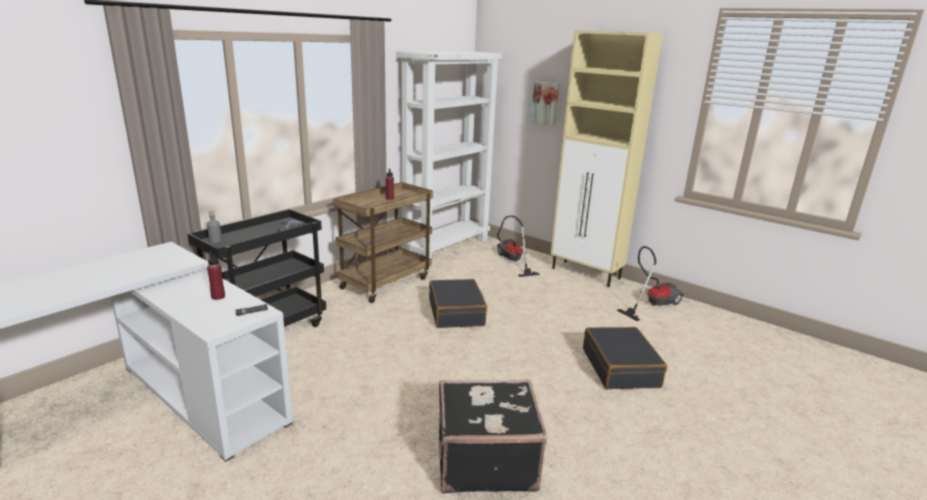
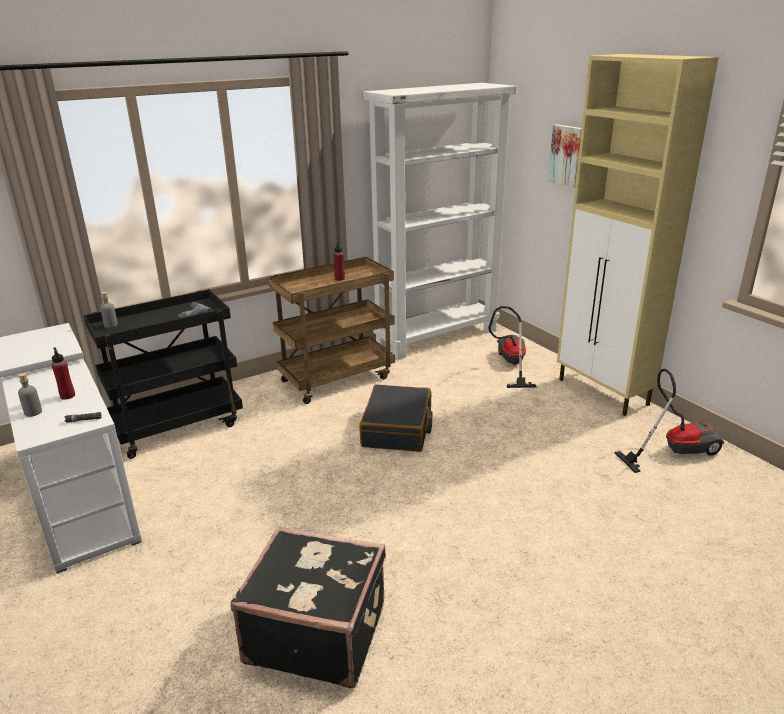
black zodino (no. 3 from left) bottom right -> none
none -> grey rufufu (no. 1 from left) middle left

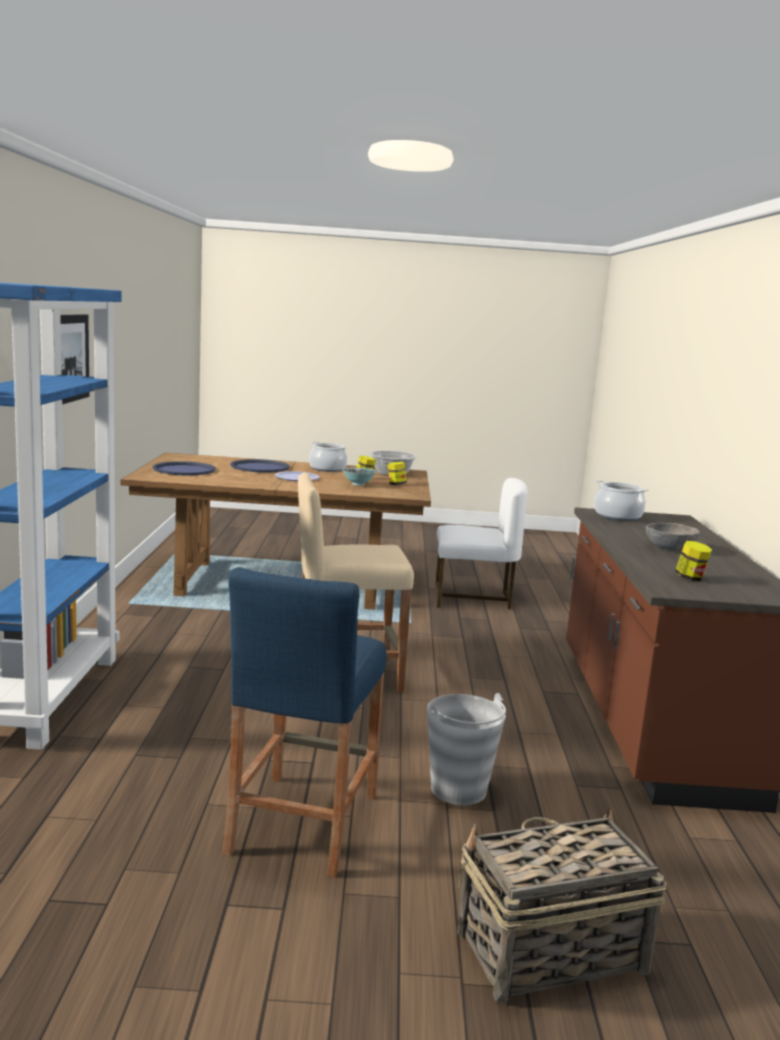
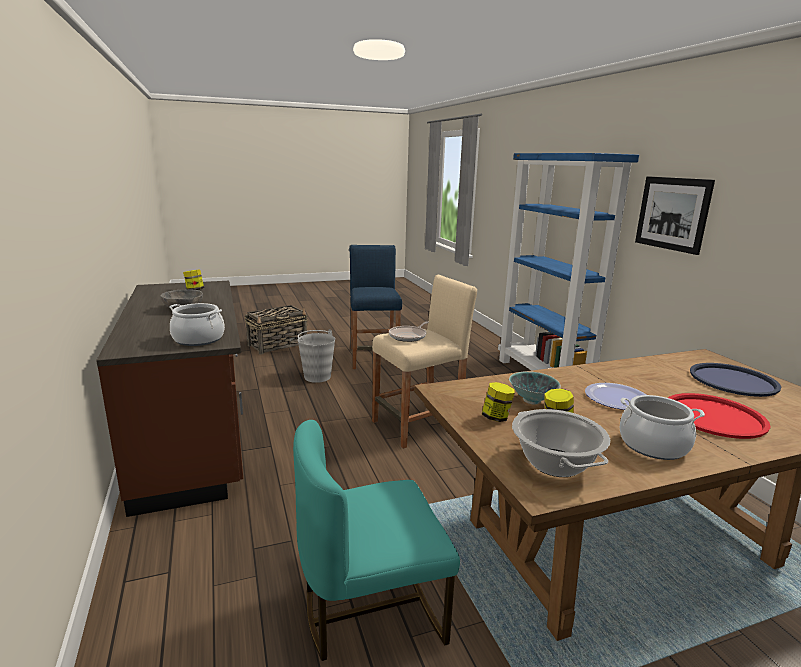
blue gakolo (no. 2 from left) centre -> red gakolo middle right
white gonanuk centre -> turquoise gonanuk bottom centre
none -> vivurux centre

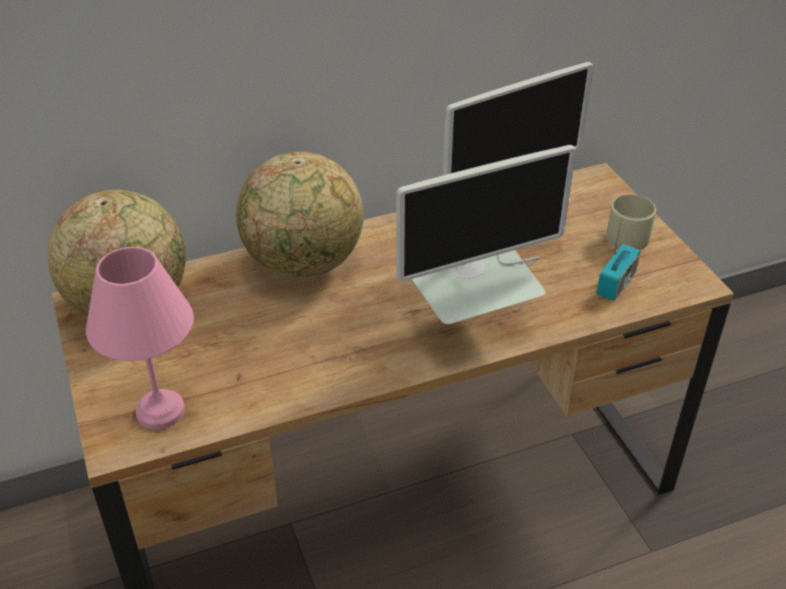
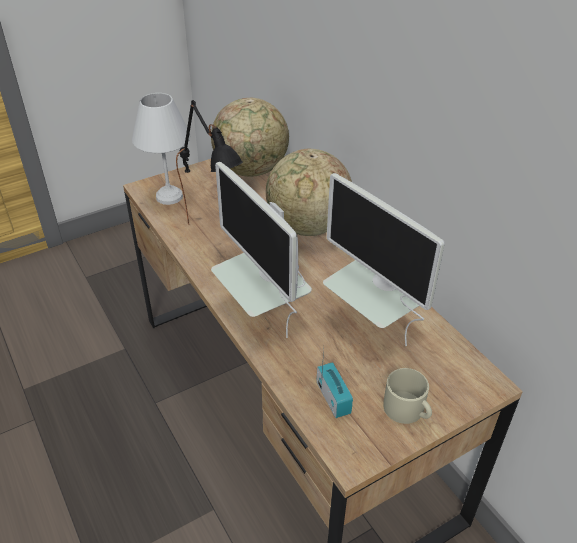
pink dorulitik middle left -> white dorulitik top left
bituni middle right -> bituni bottom centre, 135 degrees counterclockwise
none -> black dorulitik top centre

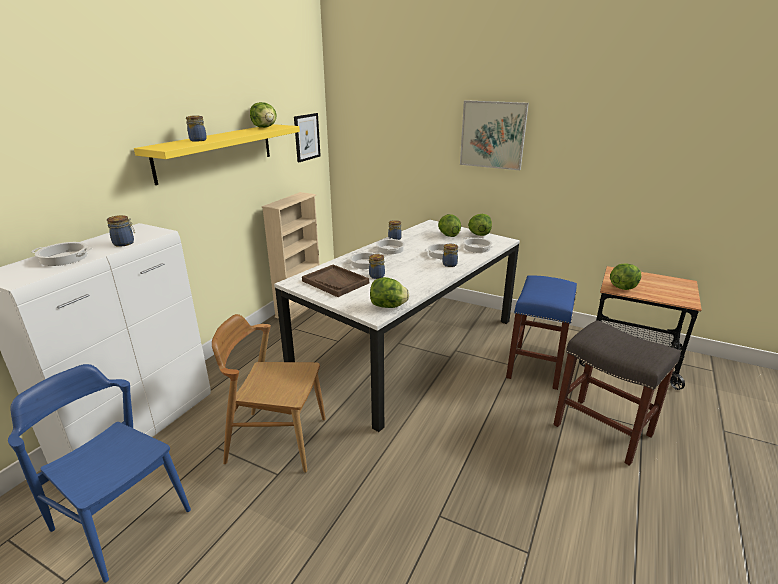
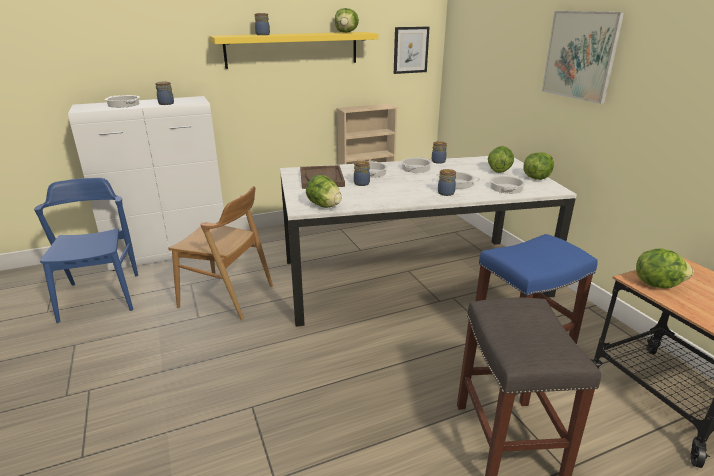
brown gonanuk bottom centre -> brown gonanuk middle left, 150 degrees clockwise

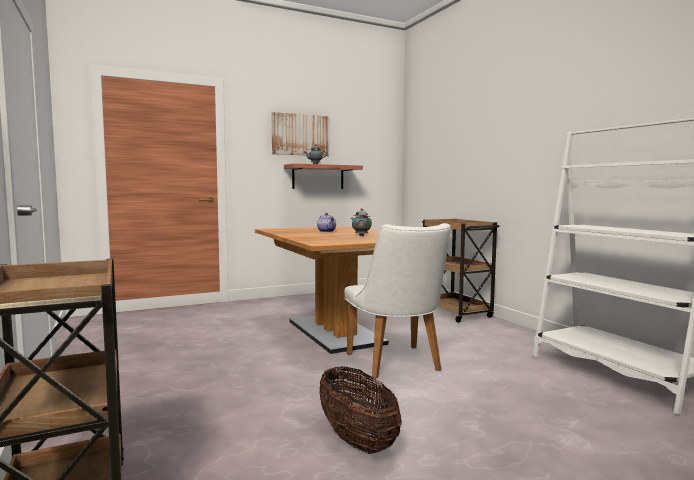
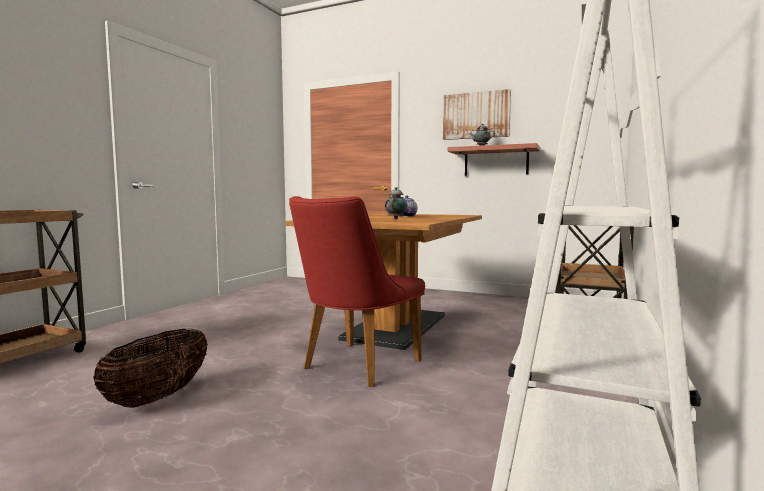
white gonanuk centre -> red gonanuk centre

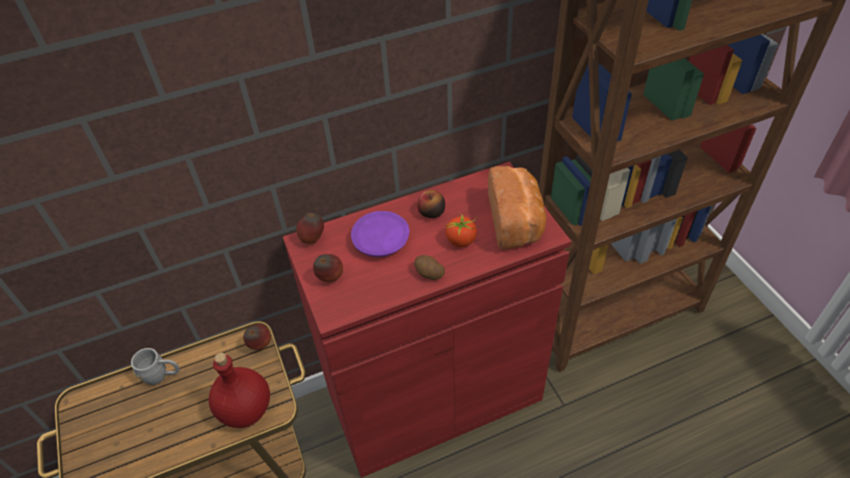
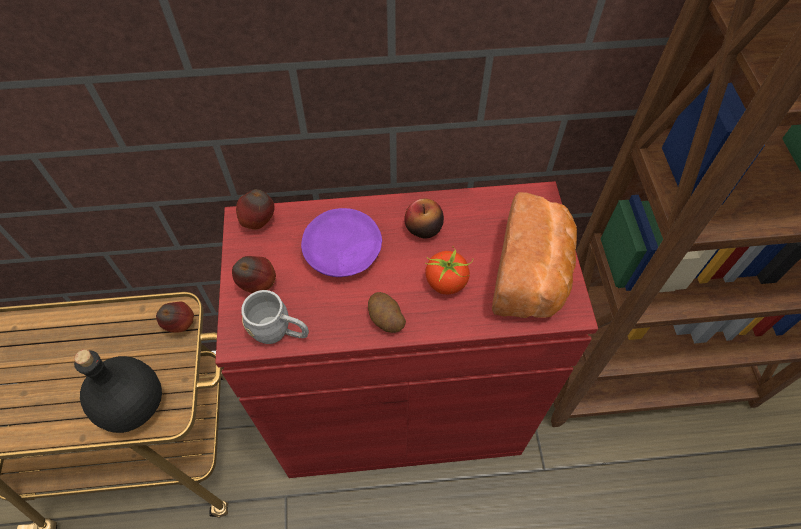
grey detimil bottom left -> grey detimil centre, relocated
red rufufu bottom left -> black rufufu bottom left

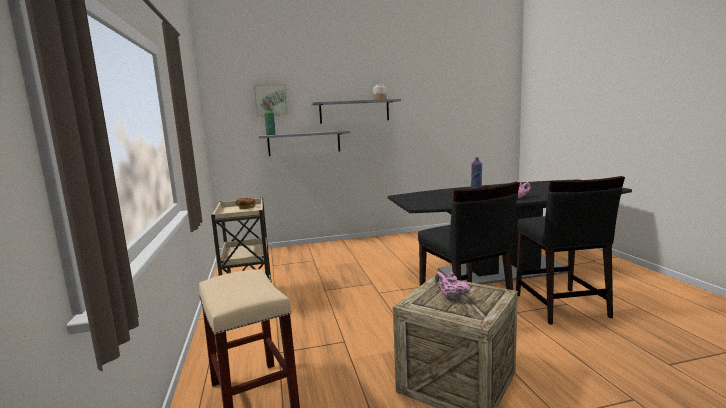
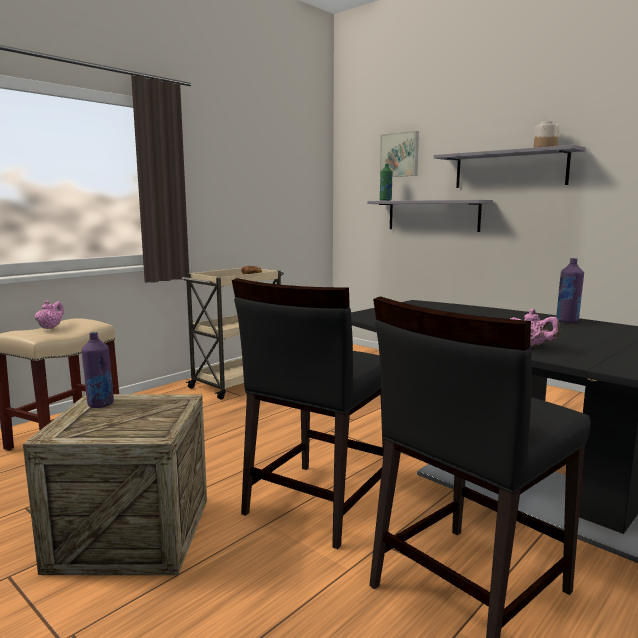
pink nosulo (no. 1 from left) bottom centre -> pink nosulo (no. 1 from left) middle left, relocated
none -> purple rufufu (no. 1 from left) middle left

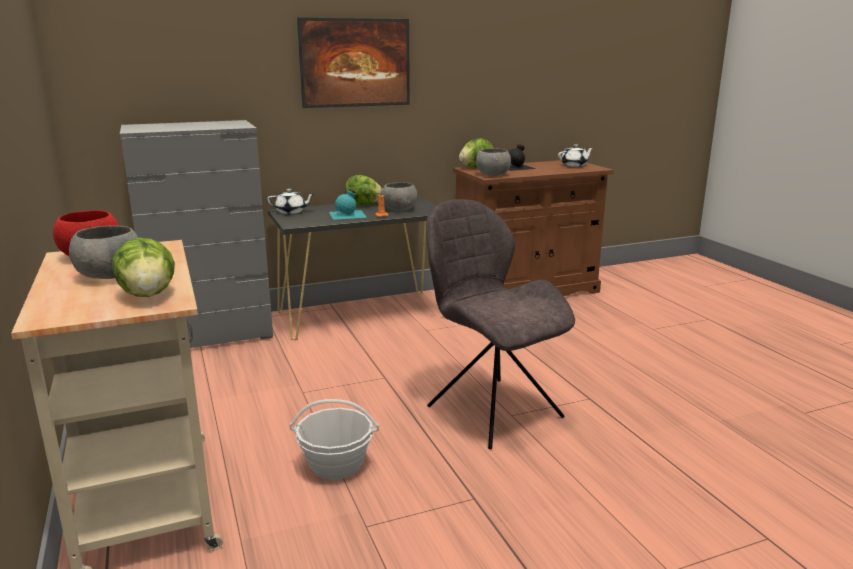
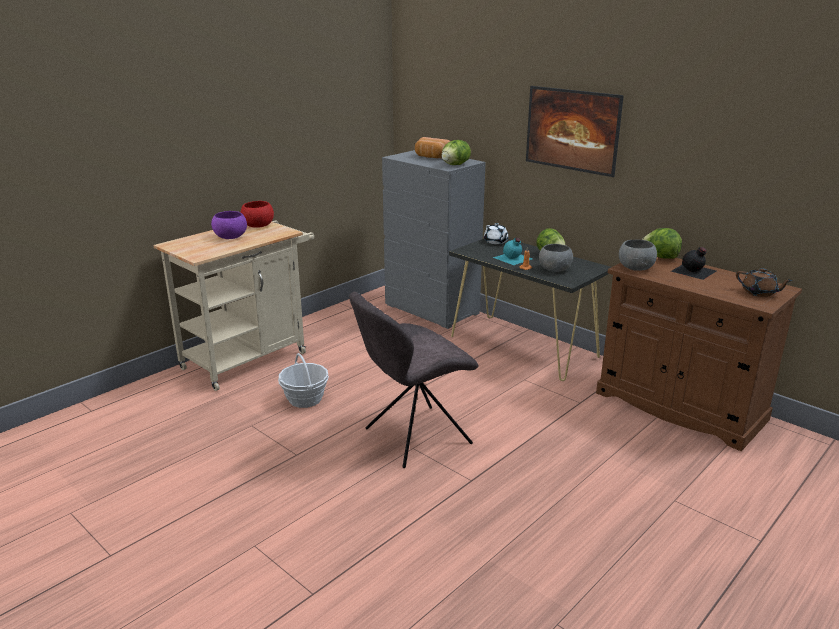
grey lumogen (no. 1 from left) middle left -> purple lumogen middle left
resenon (no. 1 from left) middle left -> resenon (no. 1 from left) top centre, relocated
grey gonanuk centre, 150 degrees counterclockwise
white nosulo (no. 2 from left) top right -> brown nosulo middle right
none -> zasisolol top centre

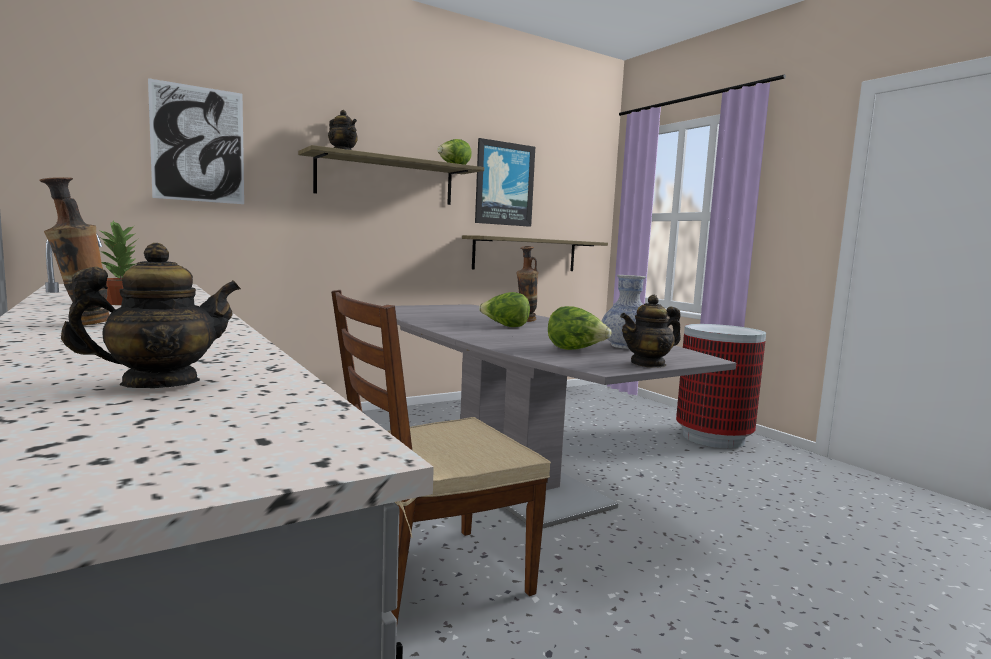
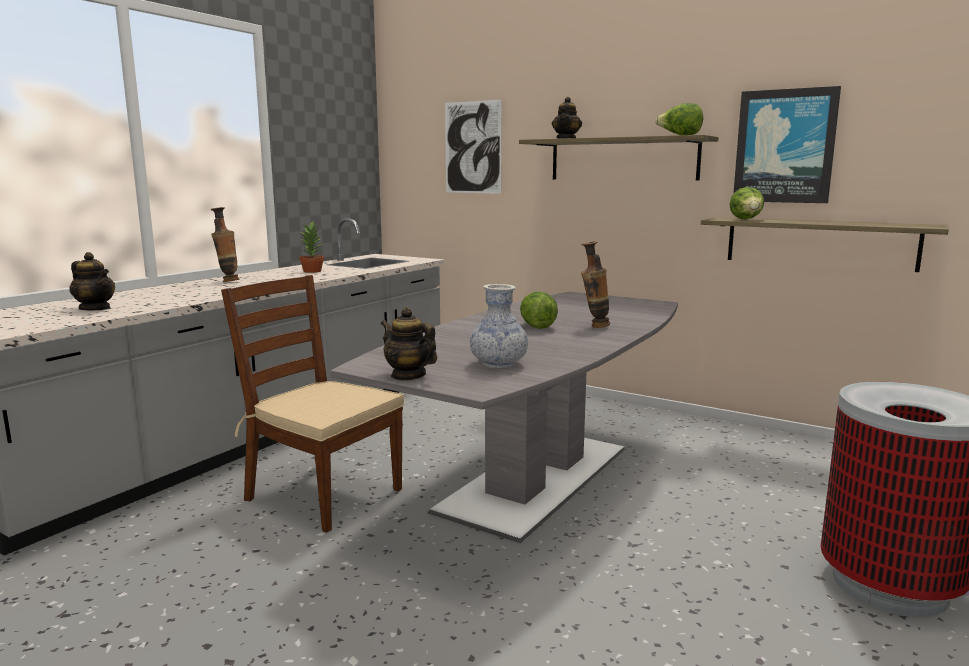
resenon (no. 3 from left) centre -> resenon (no. 3 from left) top right, relocated

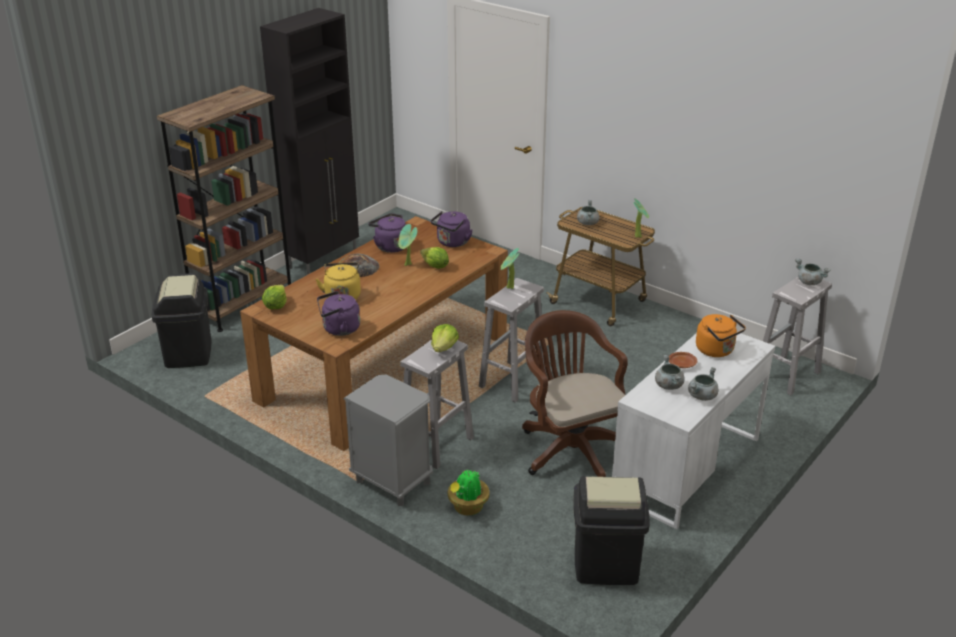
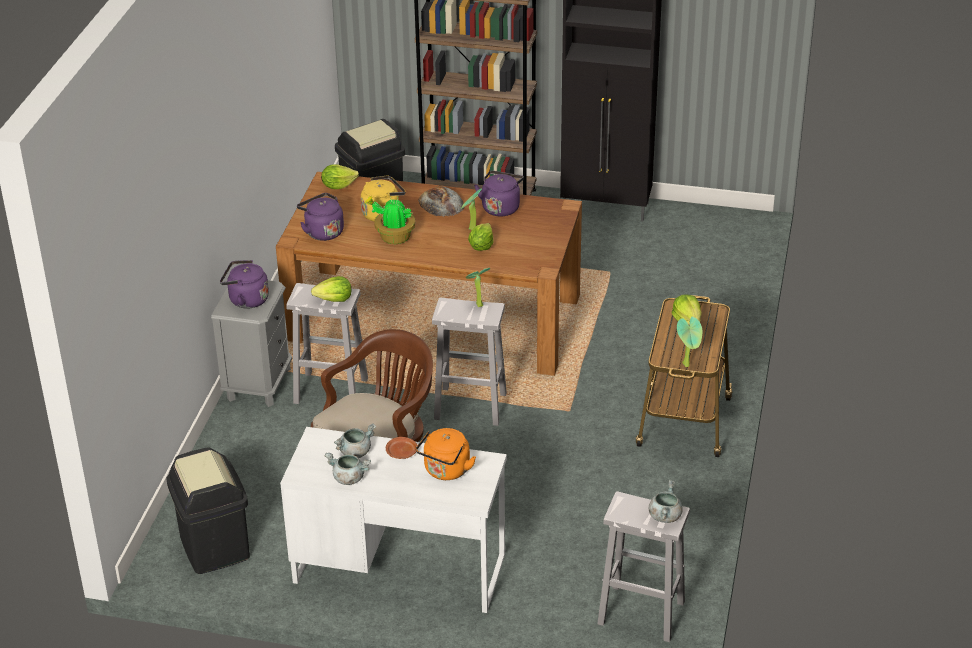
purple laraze (no. 3 from left in the first image) centre -> purple laraze (no. 1 from left) middle left, relocated
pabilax (no. 2 from left in the first image) bottom centre -> pabilax (no. 1 from left) centre, relocated
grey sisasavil (no. 1 from left) top centre -> resenon (no. 4 from left) middle right

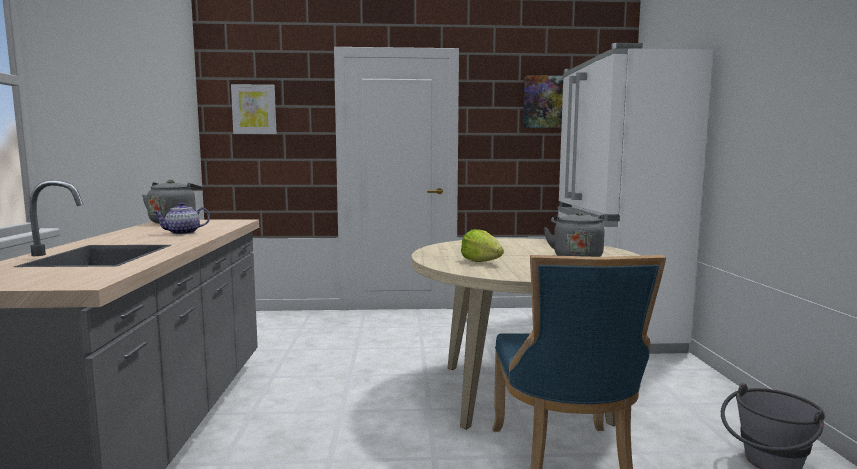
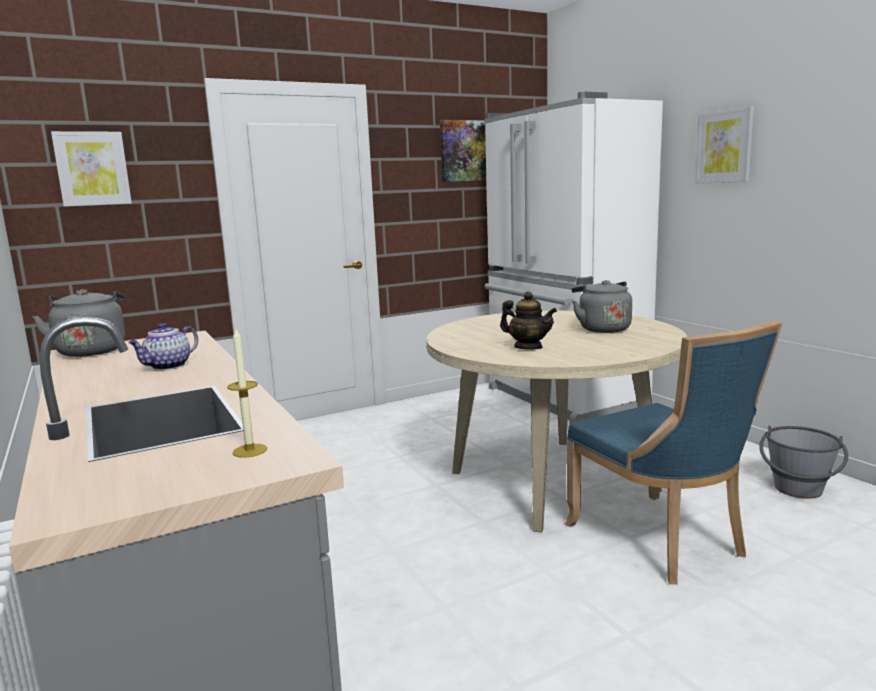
resenon centre -> nosulo (no. 2 from left) centre
none -> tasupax middle left
none -> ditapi (no. 3 from left) top right

